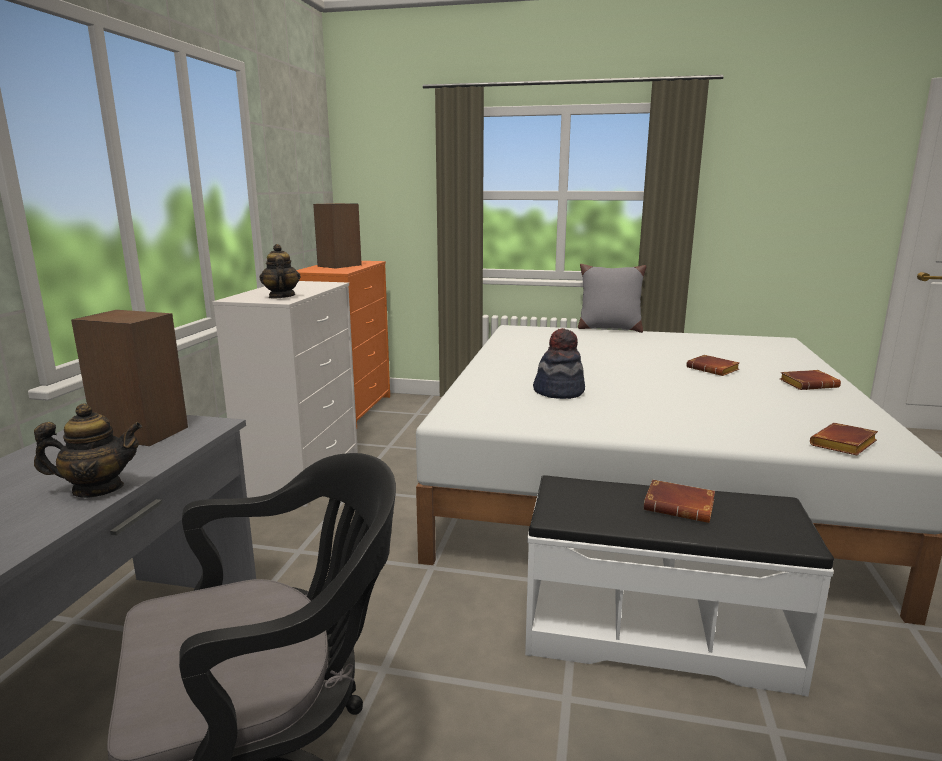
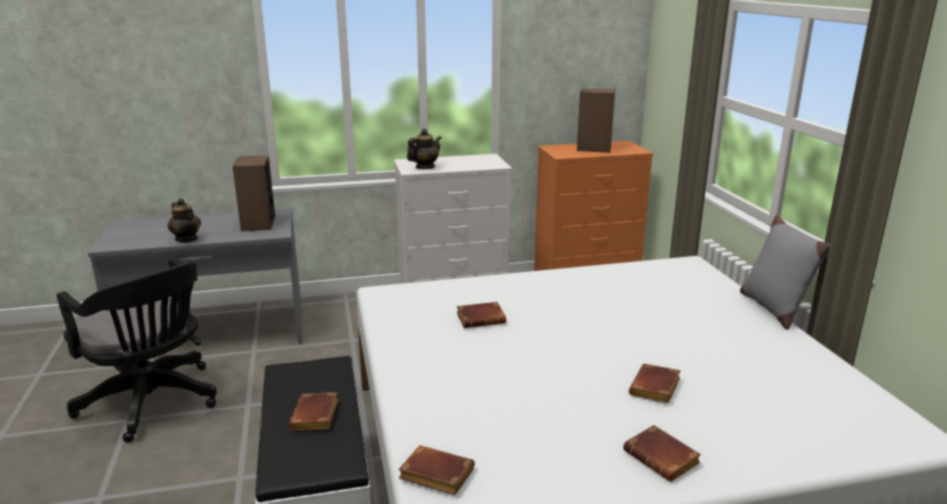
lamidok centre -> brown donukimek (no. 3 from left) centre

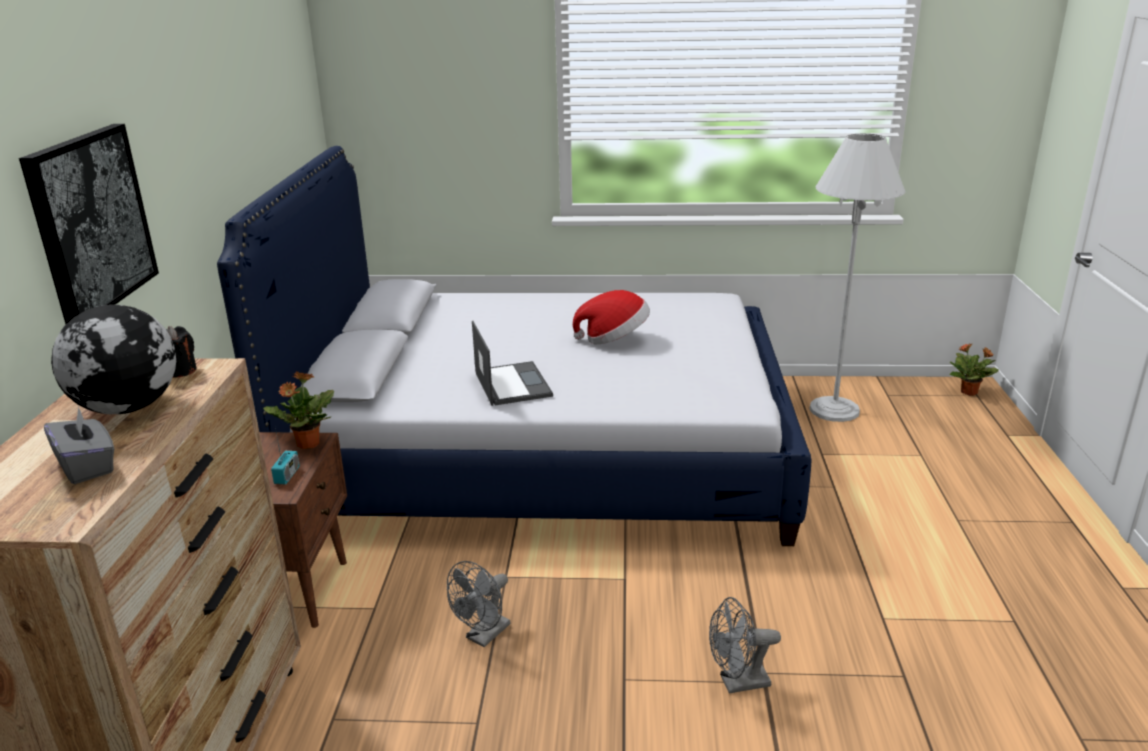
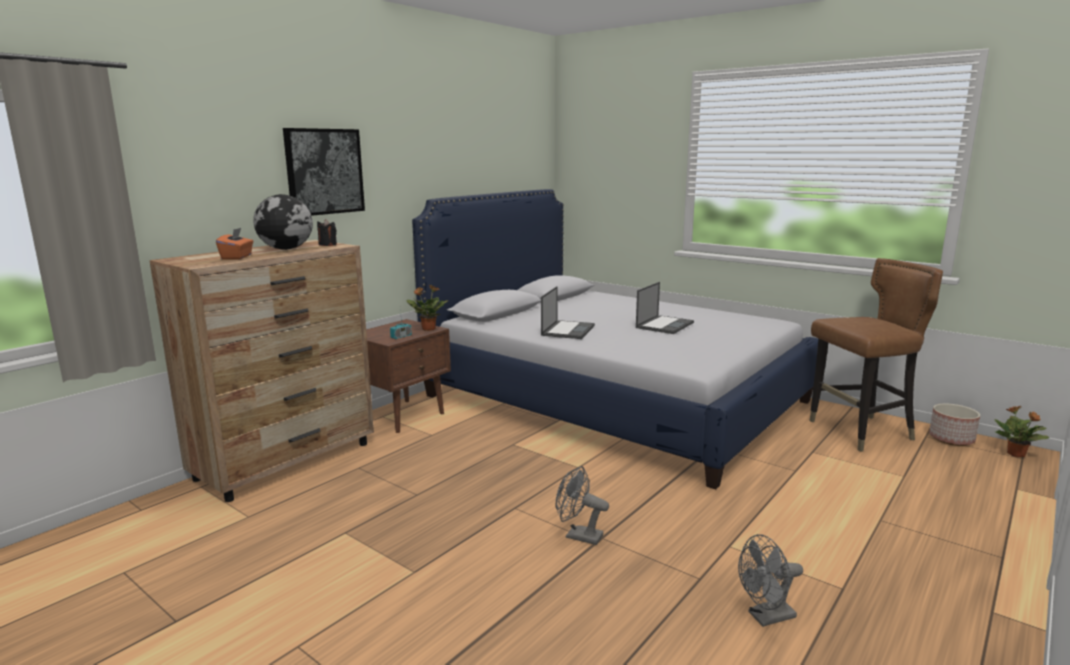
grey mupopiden middle left -> orange mupopiden middle left
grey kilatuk (no. 1 from left in the first image) bottom centre -> grey kilatuk (no. 2 from left) bottom right, relocated
lamidok centre -> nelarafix (no. 2 from left) centre
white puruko middle right -> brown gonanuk middle right
none -> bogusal middle right

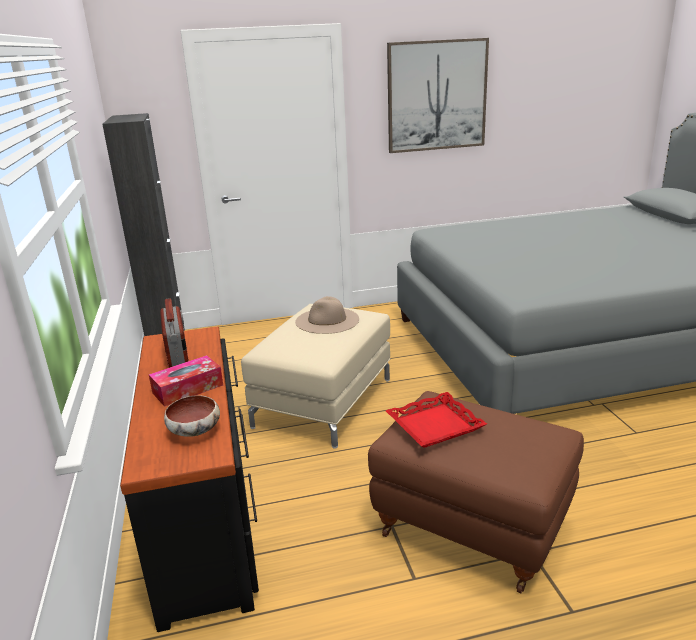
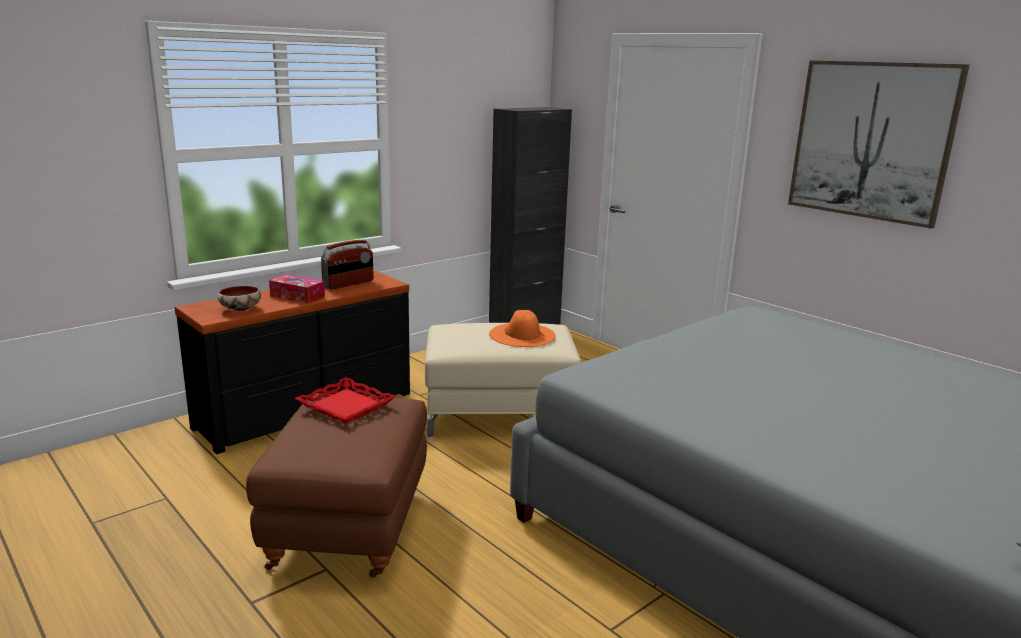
beige lamidok centre -> orange lamidok centre

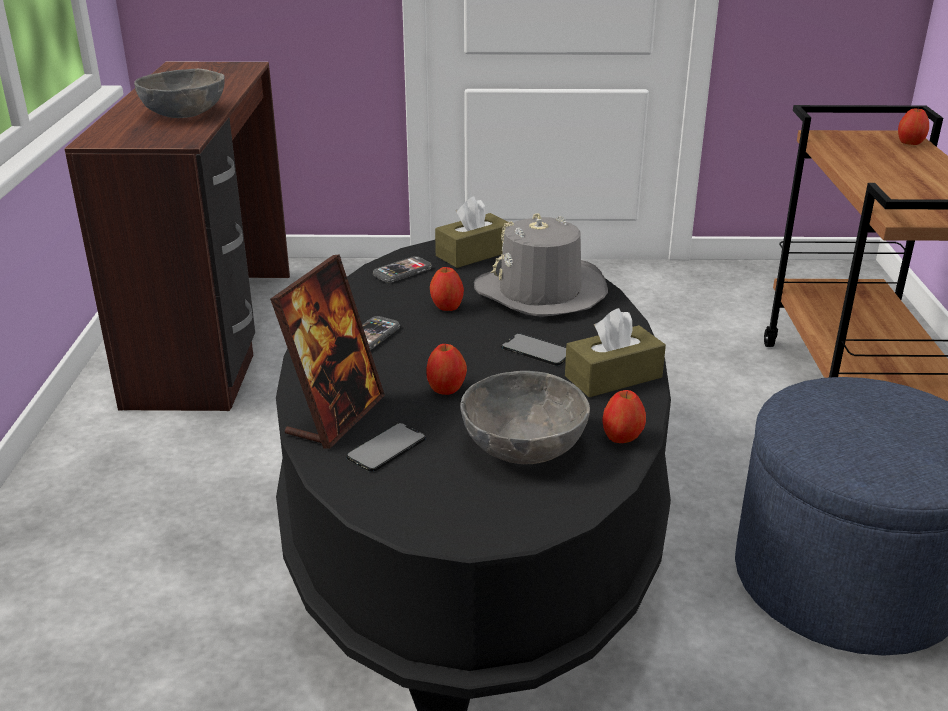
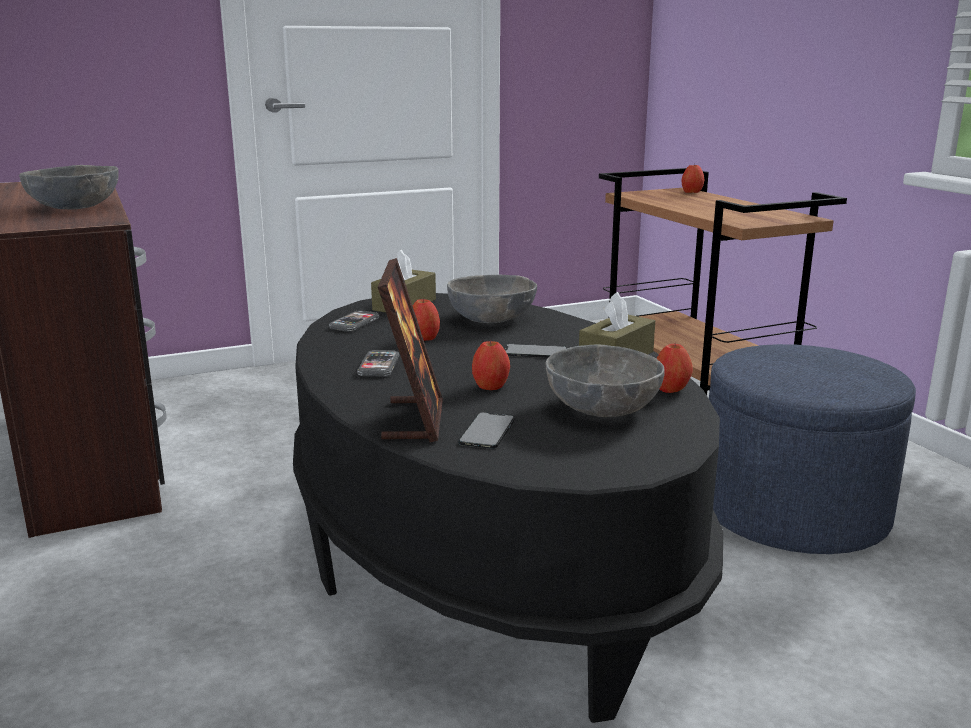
grey lamidok centre -> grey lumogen (no. 2 from left) centre

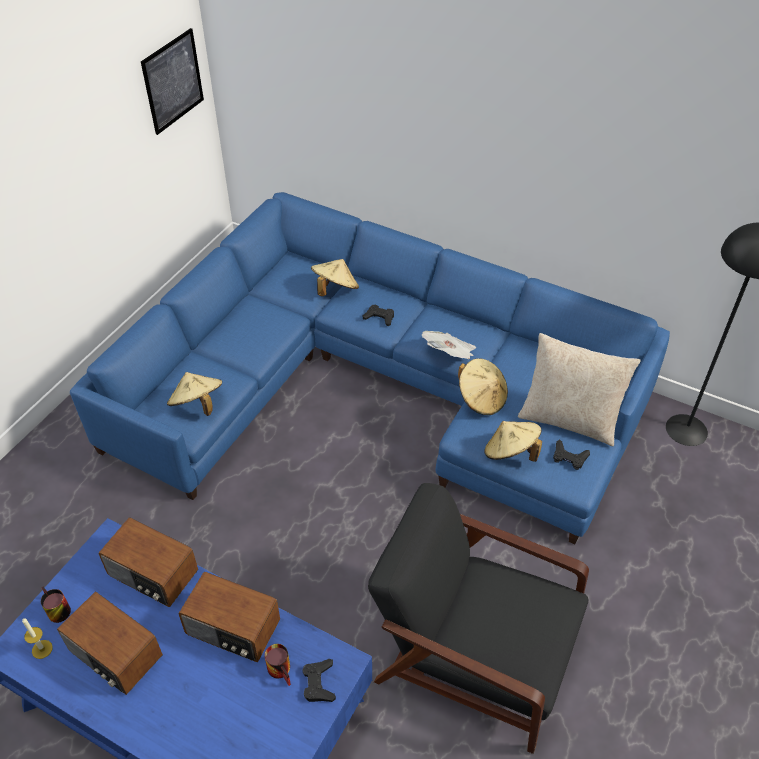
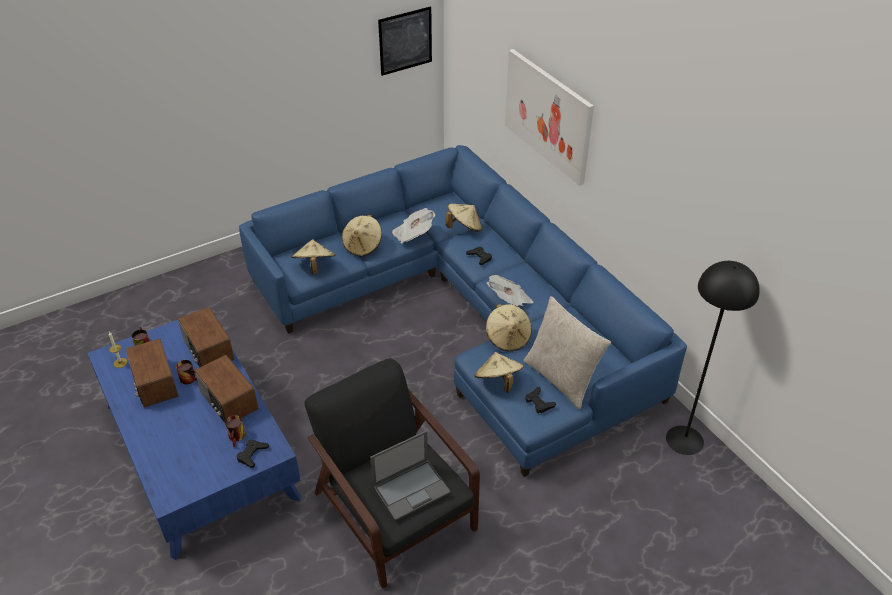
none -> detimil (no. 2 from left) middle left
none -> beige lamidok (no. 2 from left) centre
none -> nelarafix bottom centre
none -> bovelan (no. 1 from left) centre
none -> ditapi (no. 2 from left) top centre

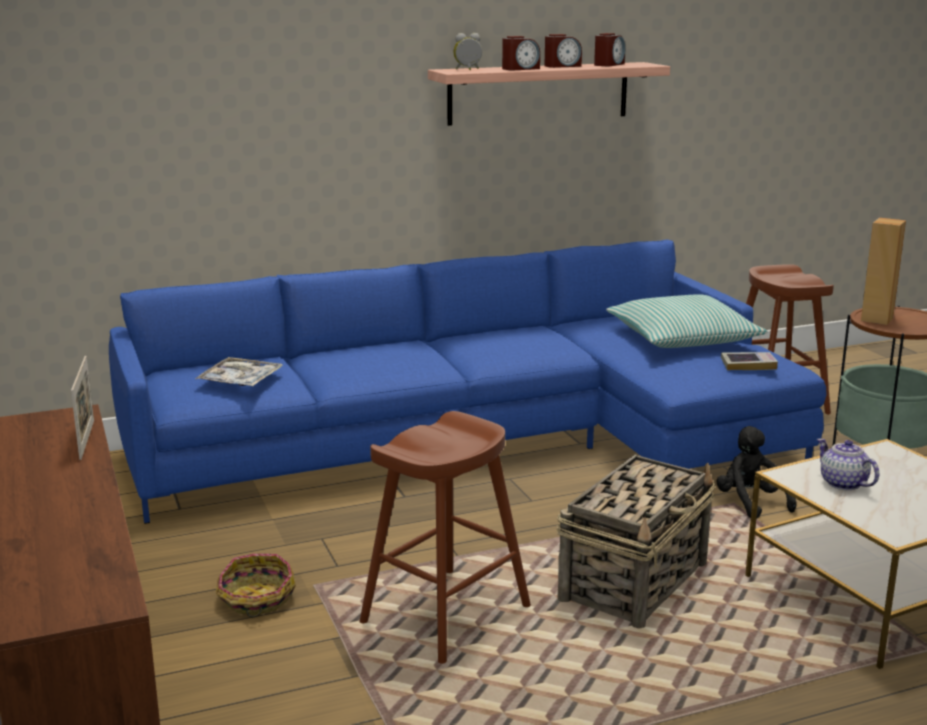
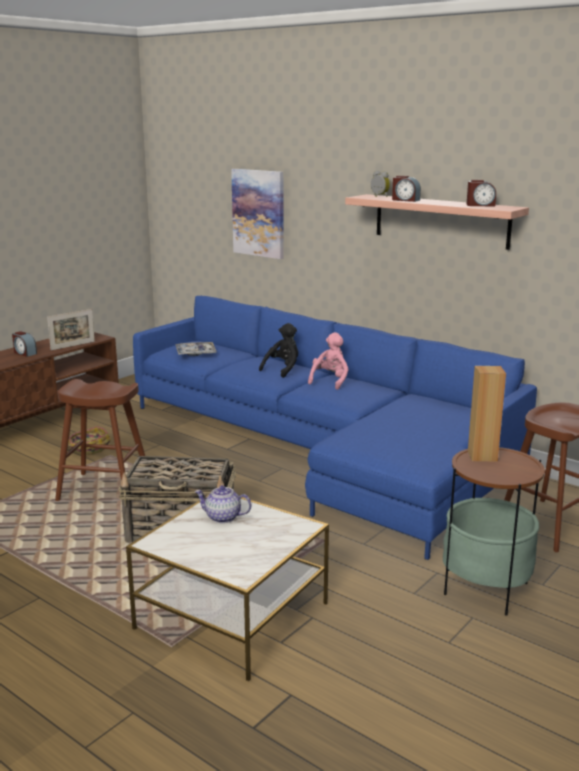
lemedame (no. 3 from left in the first image) top centre -> lemedame (no. 1 from left) middle left, relocated
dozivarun middle right -> none
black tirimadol middle right -> black tirimadol centre, relocated
donukimek middle right -> none
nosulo middle right -> nosulo centre, 105 degrees counterclockwise
none -> ditapi top centre
none -> pink tirimadol centre

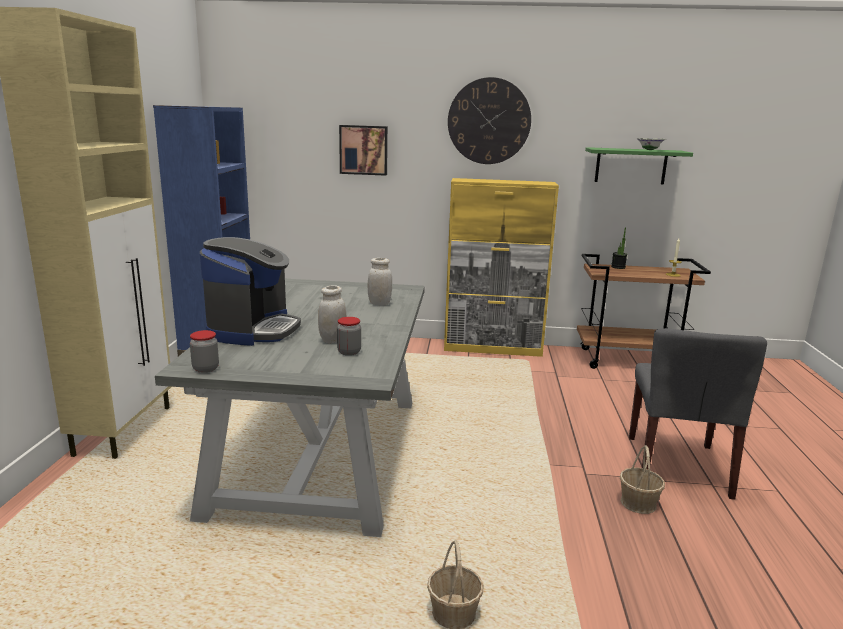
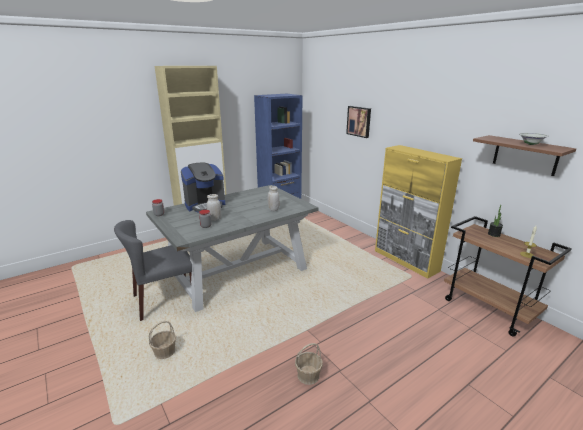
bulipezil top centre -> none
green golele top right -> brown golele middle right
grey gonanuk middle right -> grey gonanuk middle left, relocated

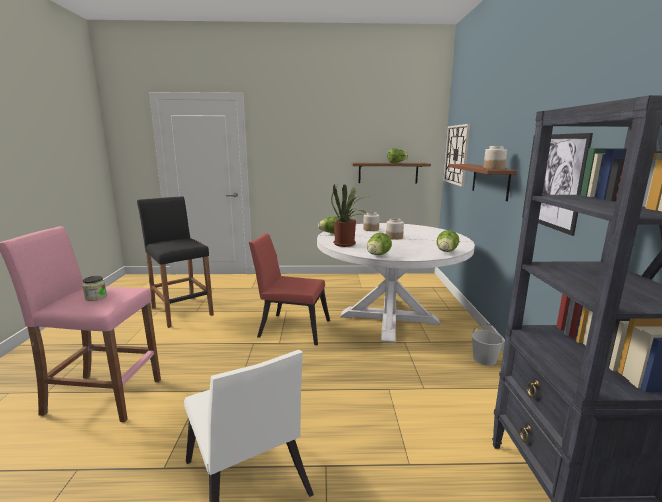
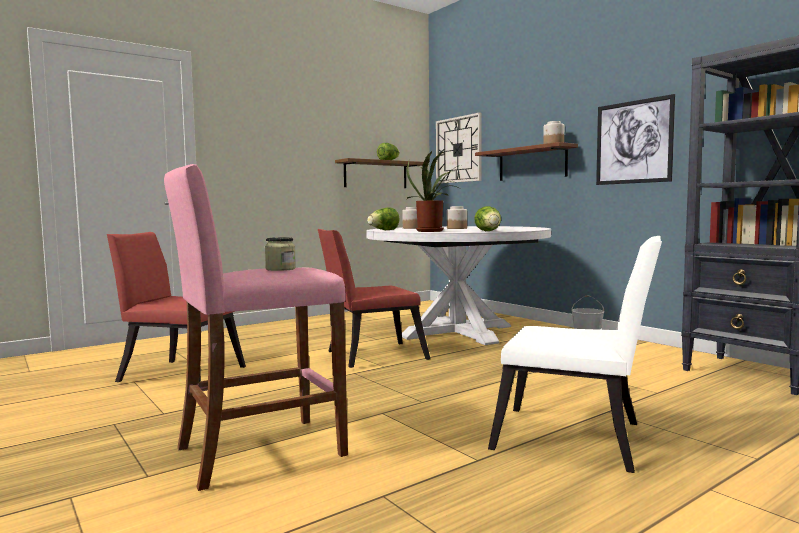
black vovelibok middle left -> red gonanuk (no. 1 from left) middle left
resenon (no. 4 from left) middle right -> none

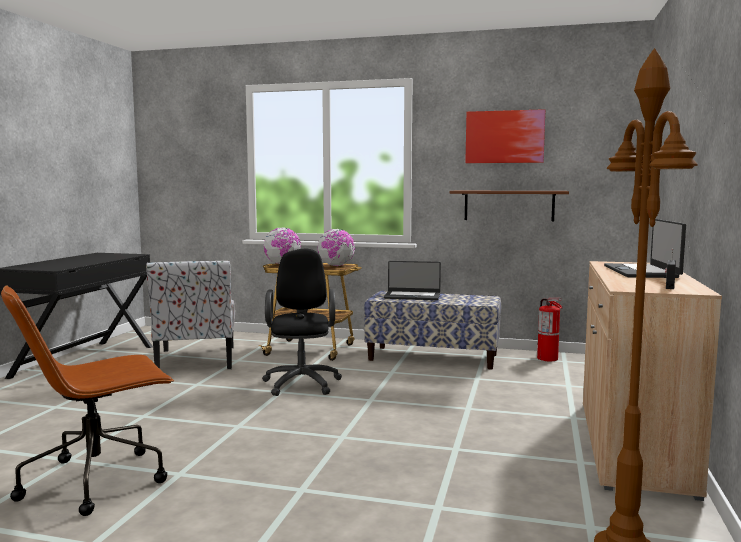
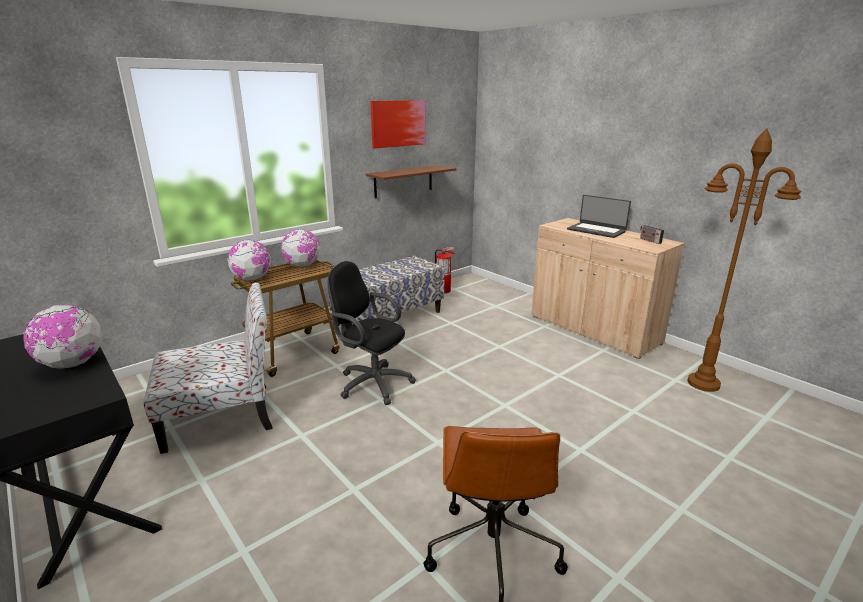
gonanuk middle left, 45 degrees counterclockwise
nelarafix (no. 1 from left) centre -> none
none -> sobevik (no. 1 from left) middle left

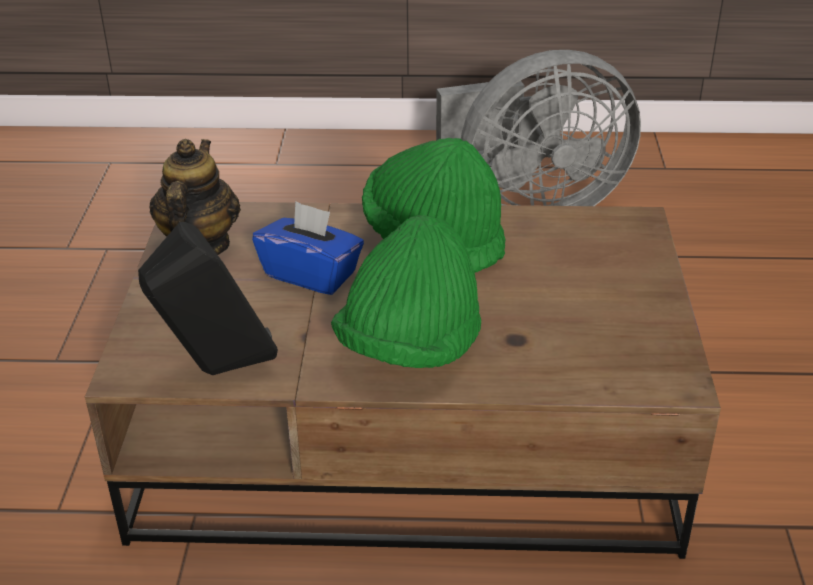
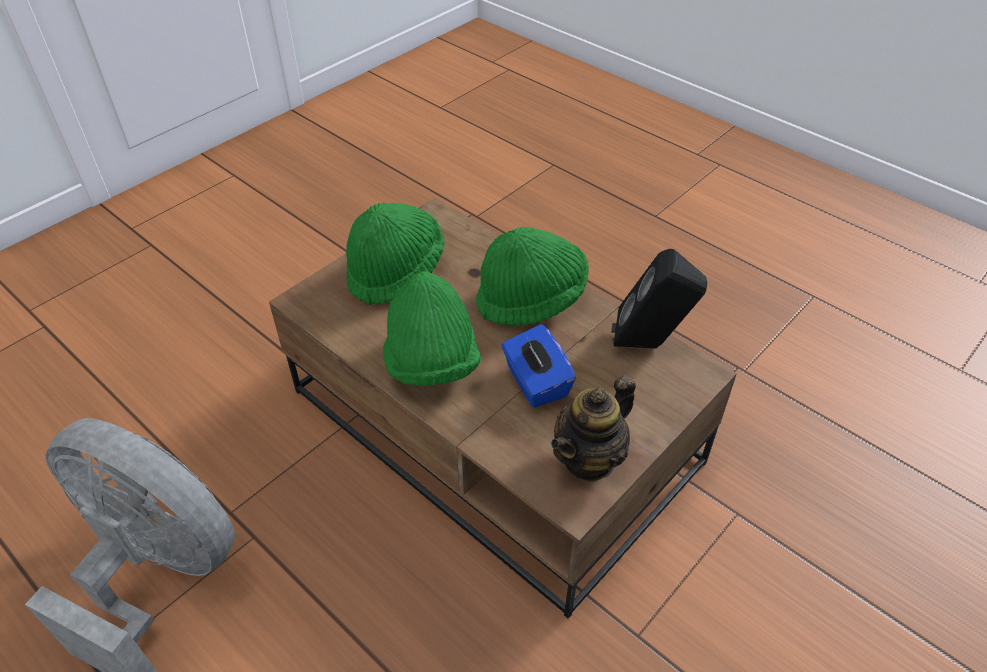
none -> green lamidok (no. 1 from left) centre

